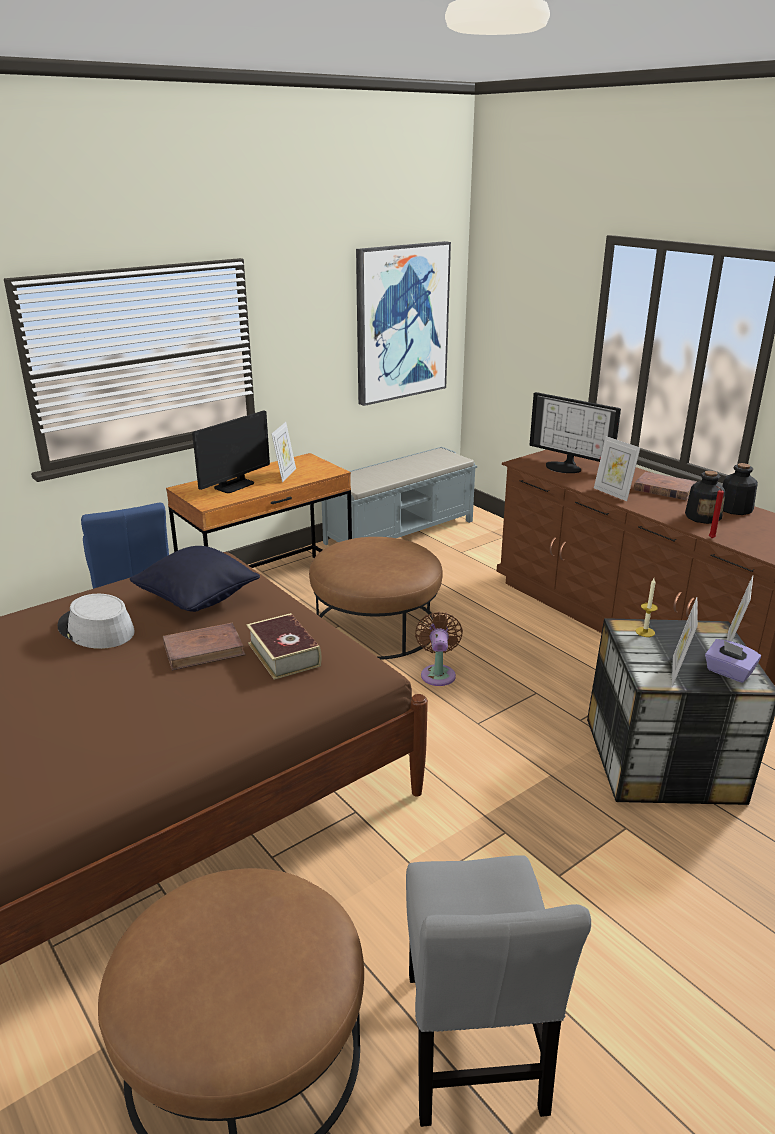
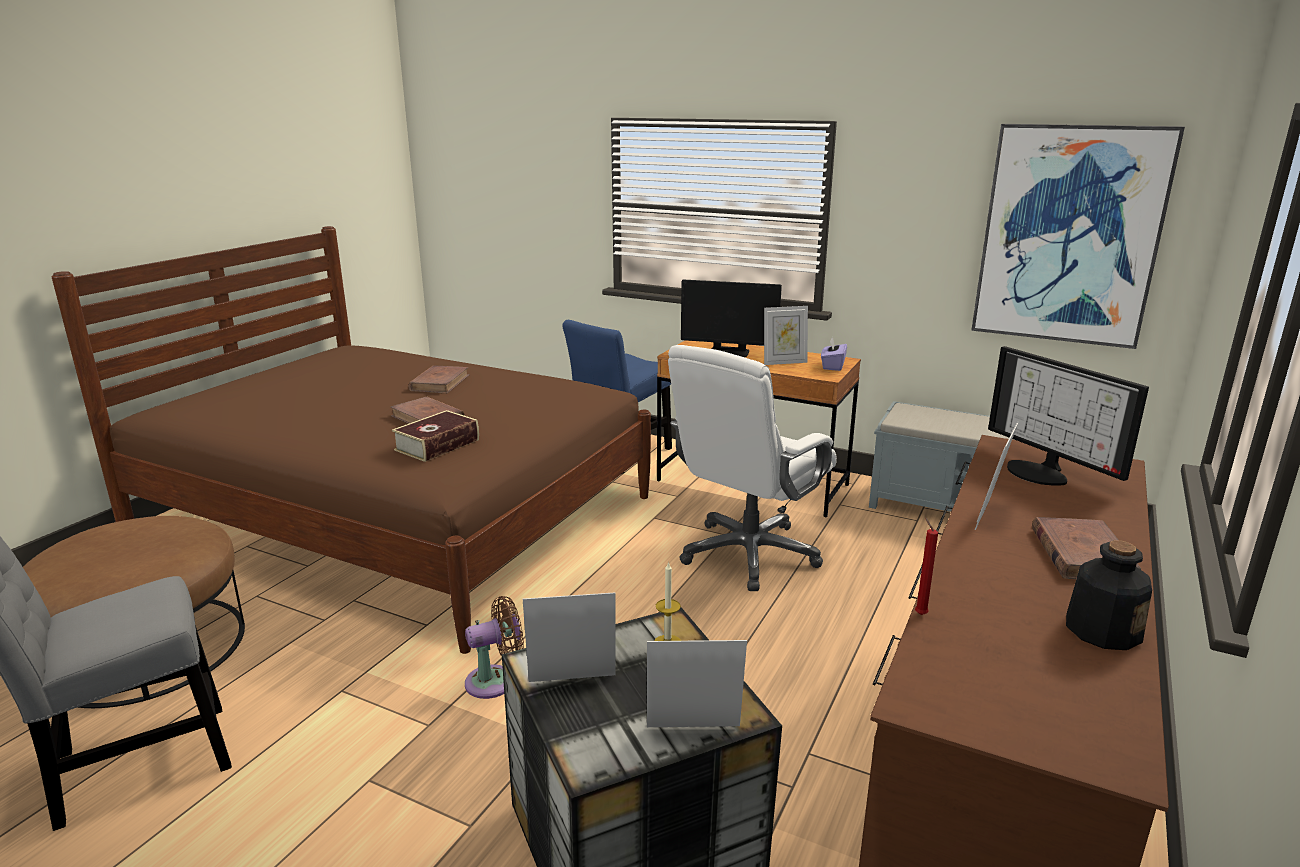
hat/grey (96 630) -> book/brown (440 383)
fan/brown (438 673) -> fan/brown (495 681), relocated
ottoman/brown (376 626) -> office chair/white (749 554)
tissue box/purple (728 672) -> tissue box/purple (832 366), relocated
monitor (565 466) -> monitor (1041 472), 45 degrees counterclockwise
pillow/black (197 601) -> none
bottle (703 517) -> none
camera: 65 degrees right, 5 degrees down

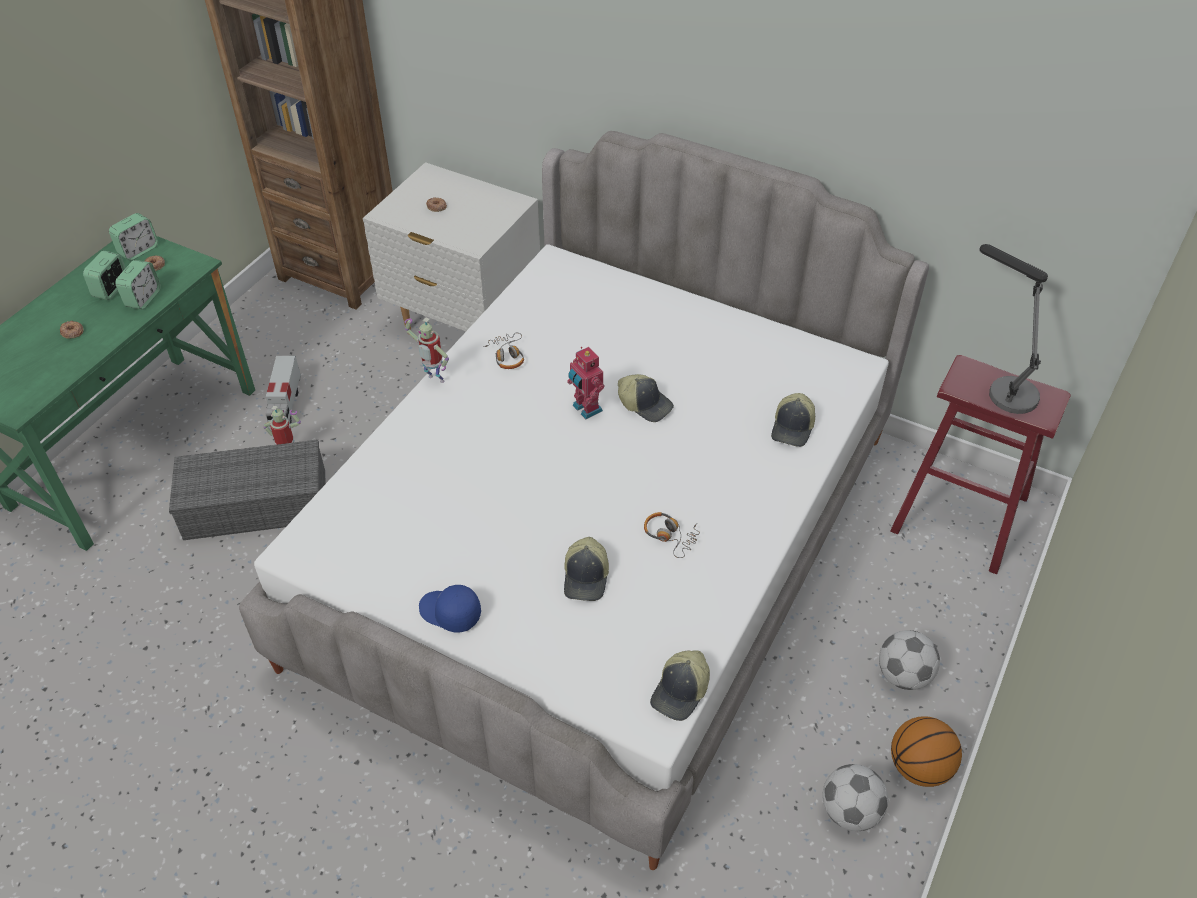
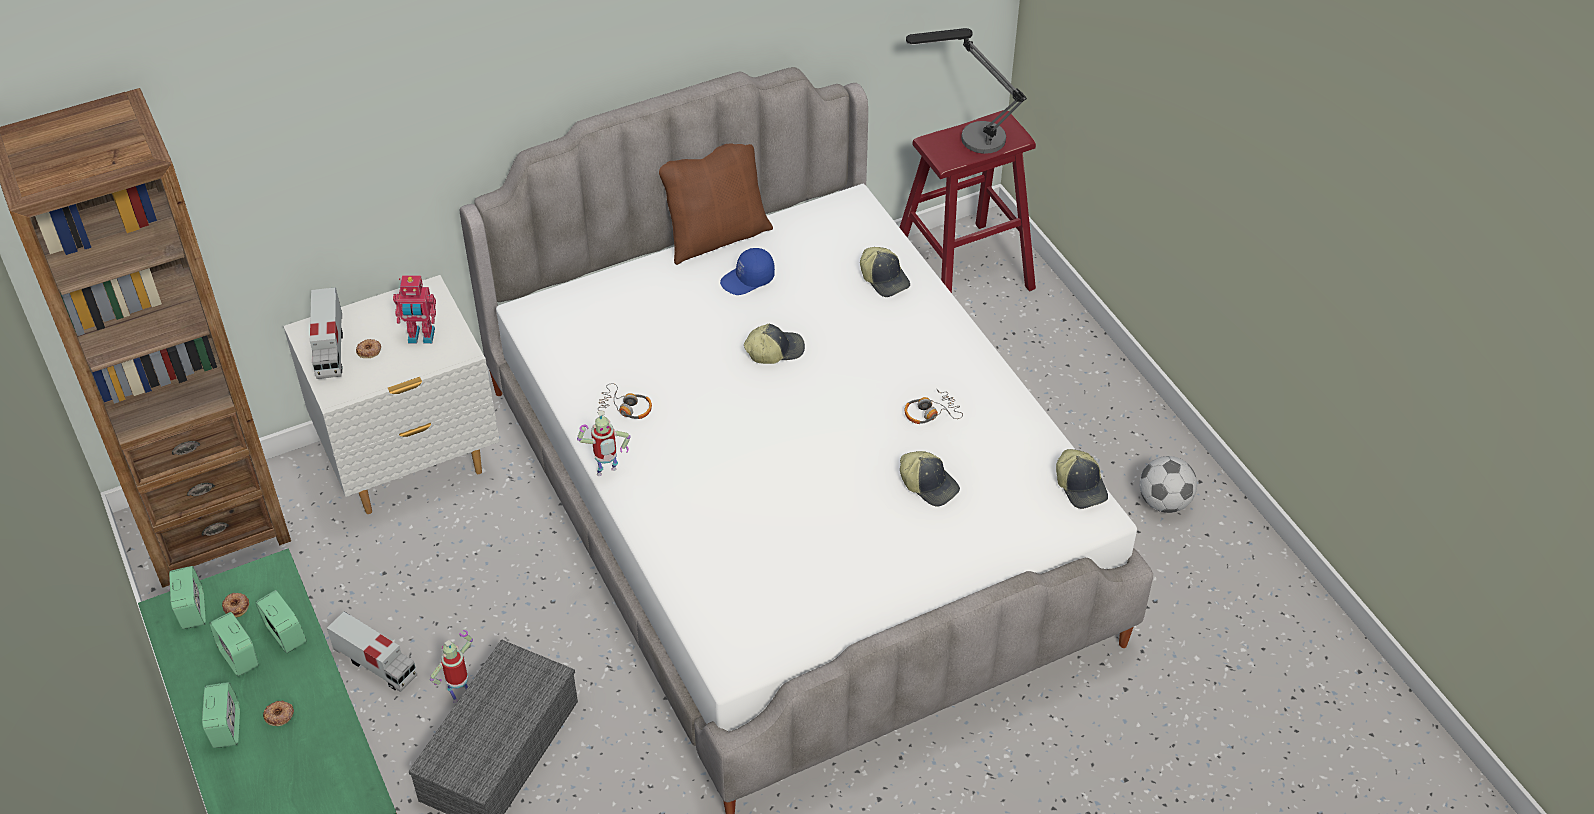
none -> alarm clock (226 728)
none -> toy truck (330 349)
toy robot (585 409) -> toy robot (421 337), relocated
none -> pillow/brown (716 236)
cap/blue (449 613) -> cap/blue (748 280), relocated
football (903 675) -> none
basketball (919 767) -> none
camera: 55 degrees left, 0 degrees up

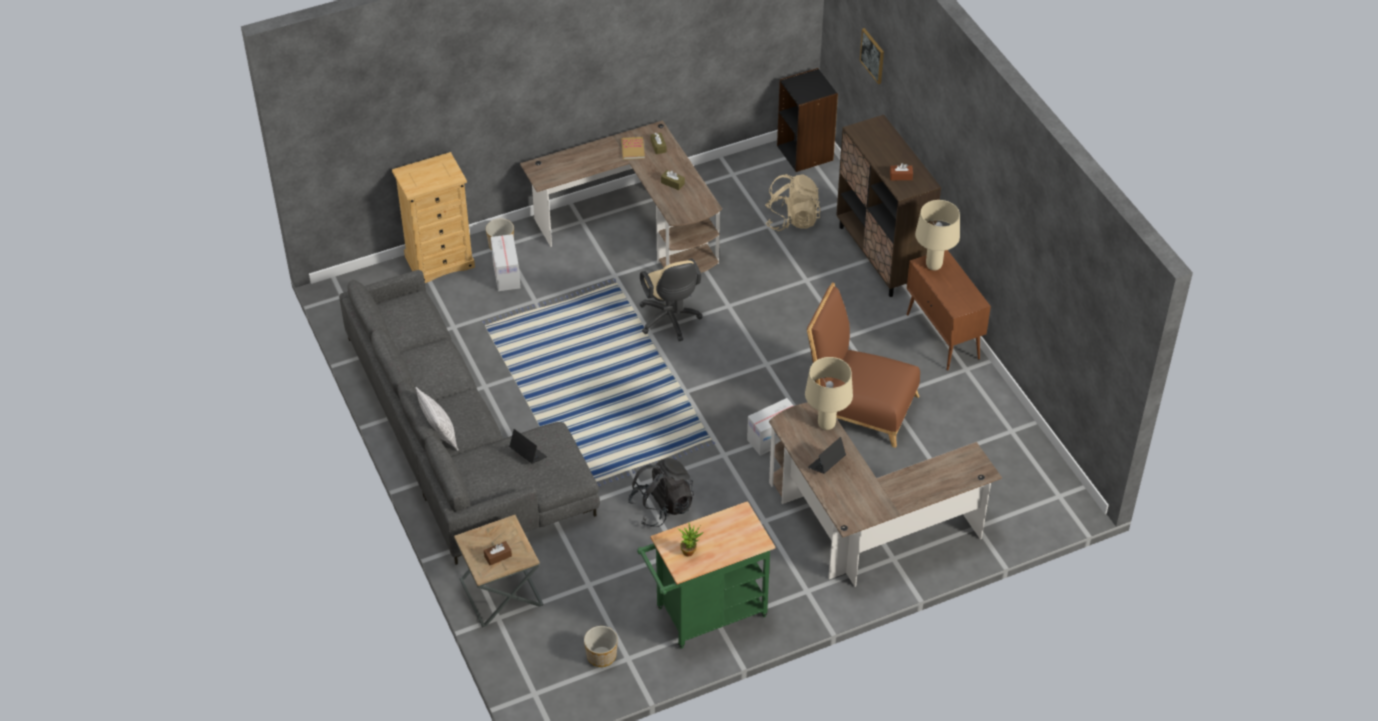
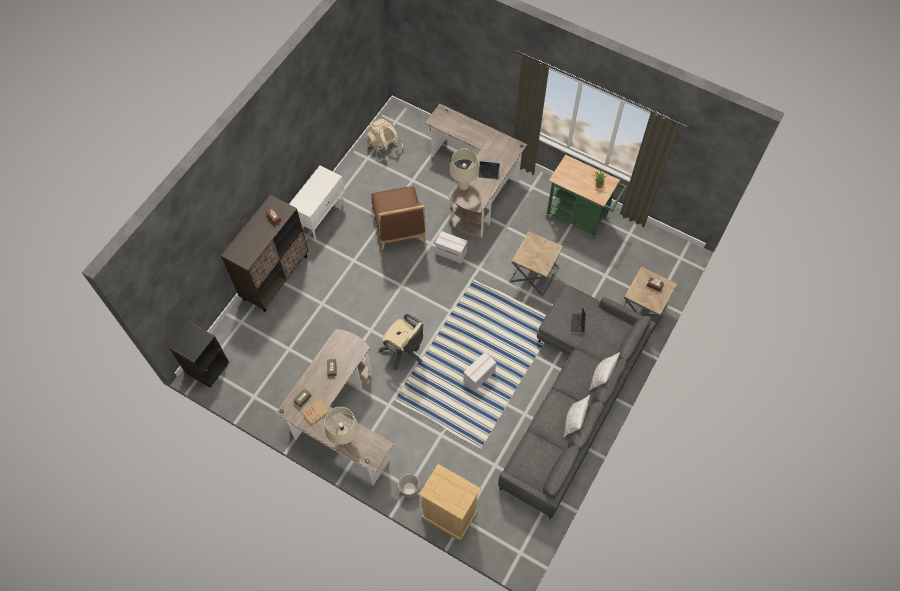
cabinet/brown (943 337) -> cabinet/white (321 217)
table lamp/beige (934 266) -> table lamp/beige (344 438), relocated
backpack/beige (792 219) -> backpack/beige (385 147), relocated
office chair/beige (670 321) -> office chair/beige (404 351), 90 degrees clockwise
cardboard box (506 274) -> cardboard box (479 376), relocated
backpack/black (662 507) -> side table/brown (534 274)
none -> pillow (573 422)
planter (601 655) -> none
picture (872 55) -> none
camera: 125 degrees left, 15 degrees up

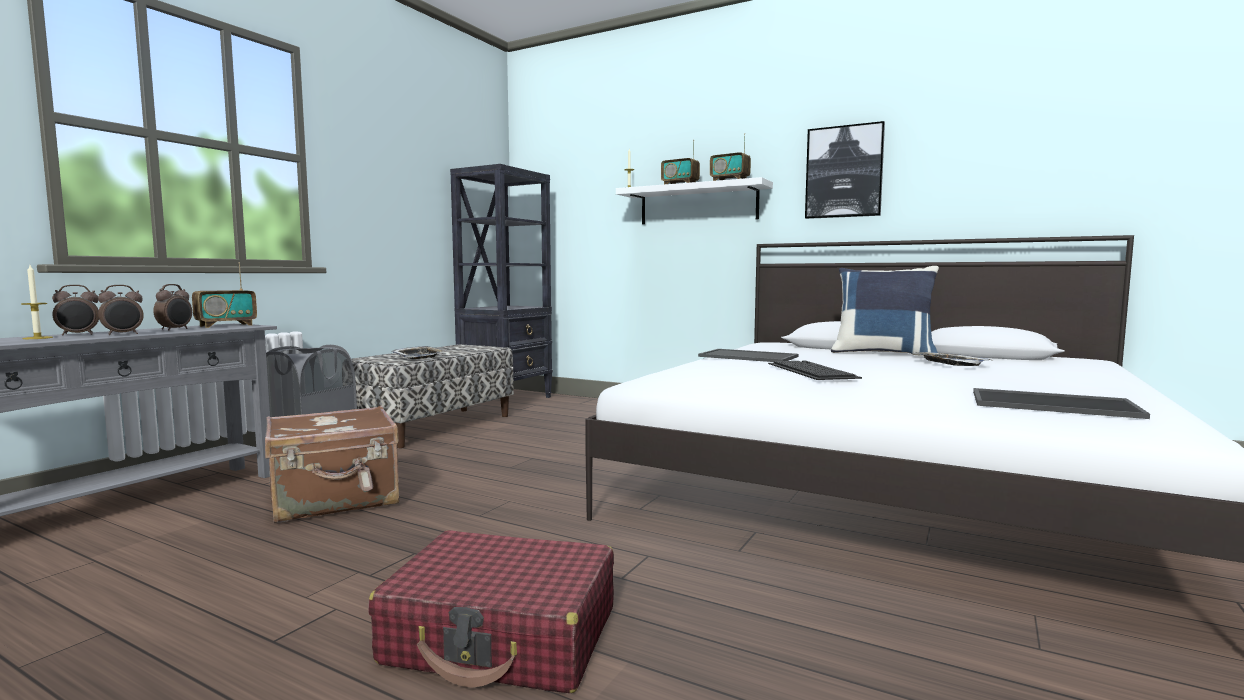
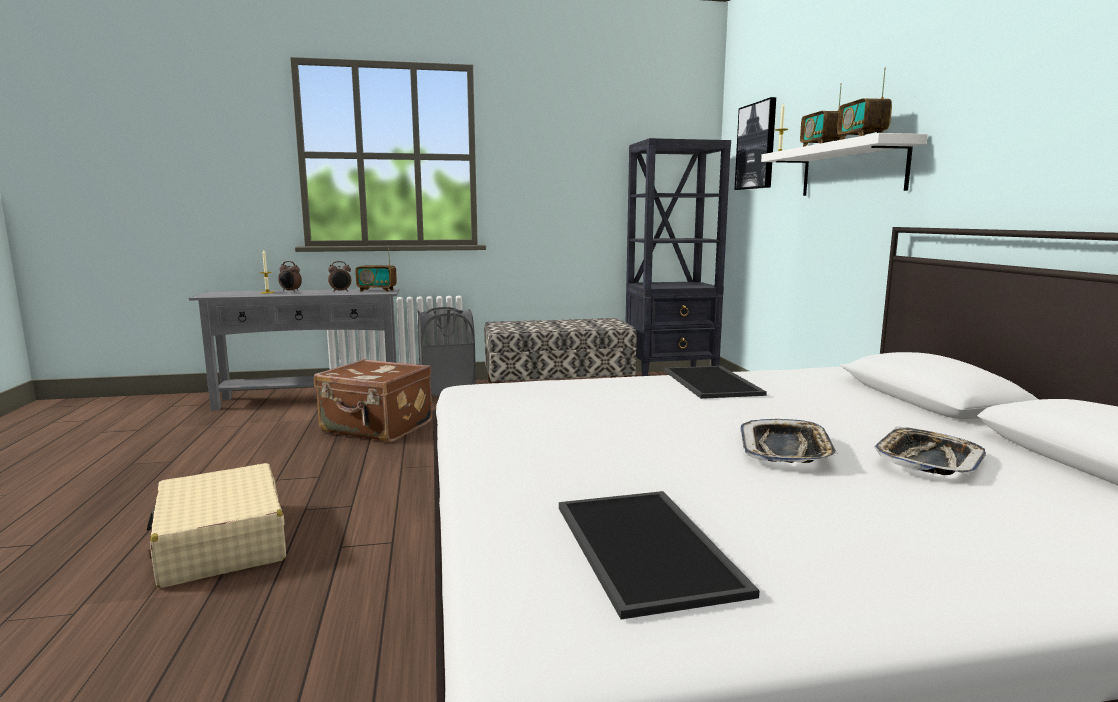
suitcase/red (503 636) -> suitcase/beige (221 543)
picture (844 172) -> picture (756 146), relocated
tray (419 357) -> tray (786 450), relocated
alarm clock (123 334) -> none
keyboard (810 370) -> none
pillow/blue (883 353) -> none
camera: 50 degrees right, 5 degrees up

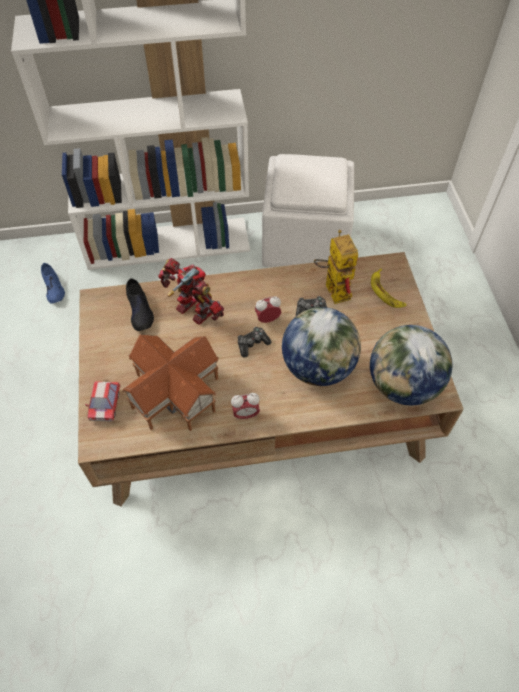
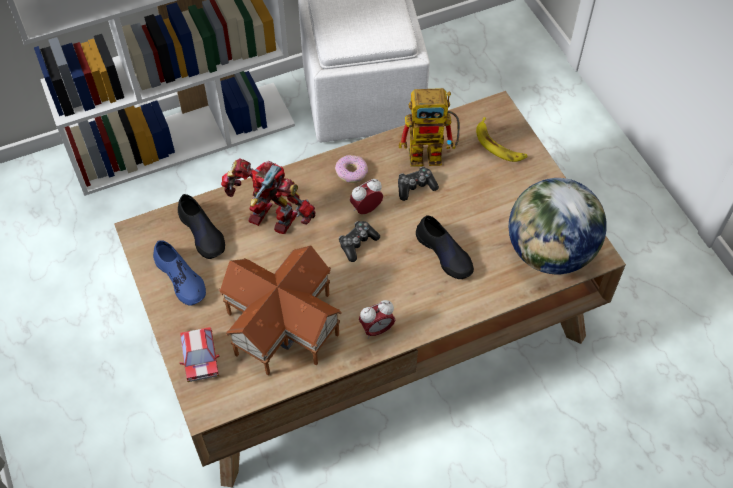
shoe/blue (53 288) -> shoe/blue (181 278), relocated
none -> donut (351 172)
toy robot (332 288) -> toy robot (433 153), 120 degrees clockwise
globe (318 367) -> shoe/black (445 253)
camera: 15 degrees left, 0 degrees up

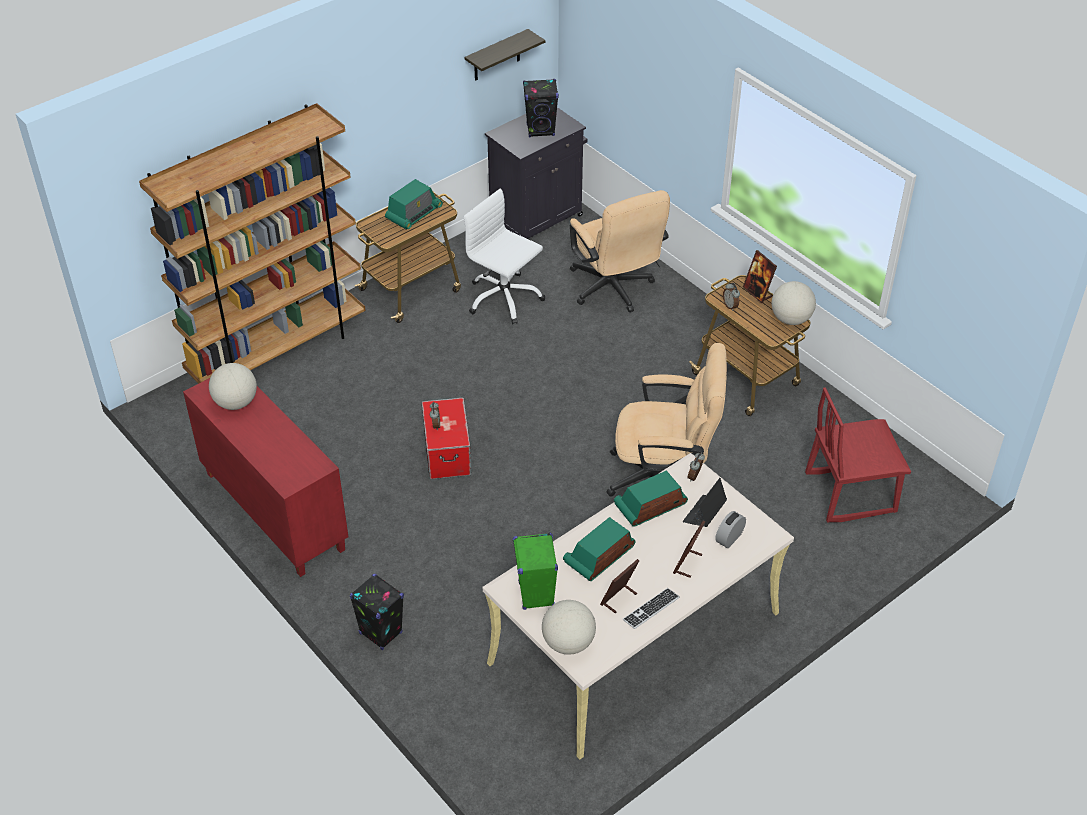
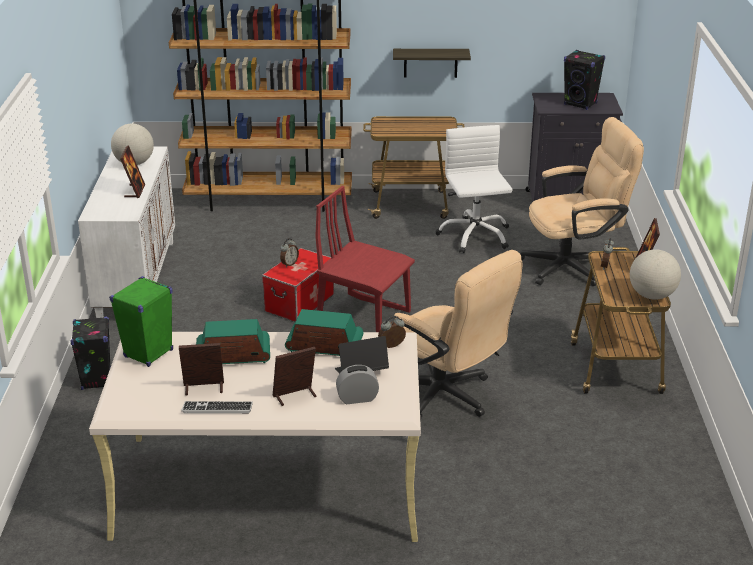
cabinet/red (273 511) -> cabinet/white (136 279)
none -> picture frame (134 191)
chair/red (850 492) -> chair/red (364 318), relocated
shelf (496 56) -> shelf (430 62), relocated
office chair/beige (614 290) -> office chair/beige (574 266), 120 degrees counterclockwise
radio (414 214) -> none
globe (568 643) -> none
camera: 40 degrees right, 15 degrees down

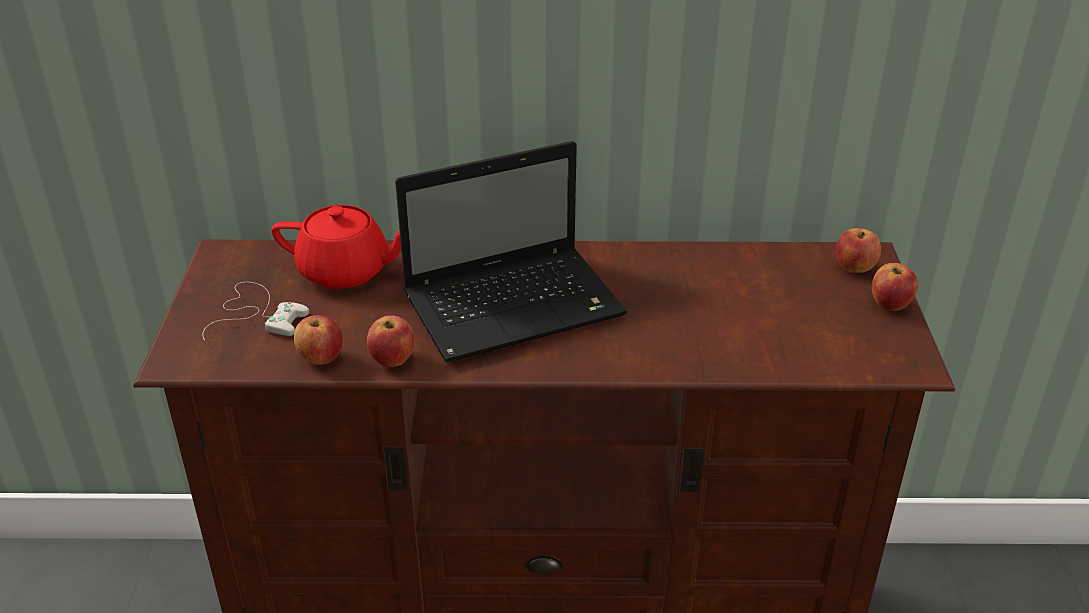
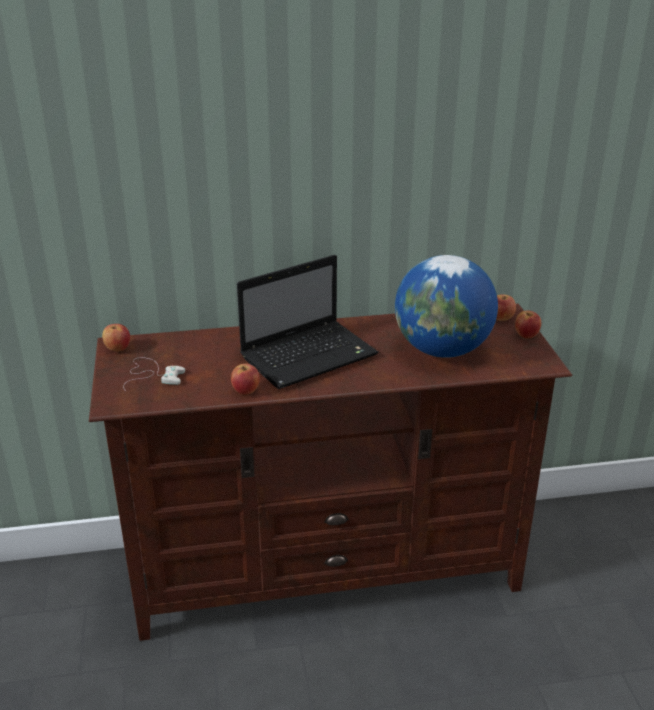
apple (321 358) -> apple (118 349), relocated
none -> globe (442 350)
teapot/red (346 271) -> none
camera: 10 degrees left, 5 degrees down

